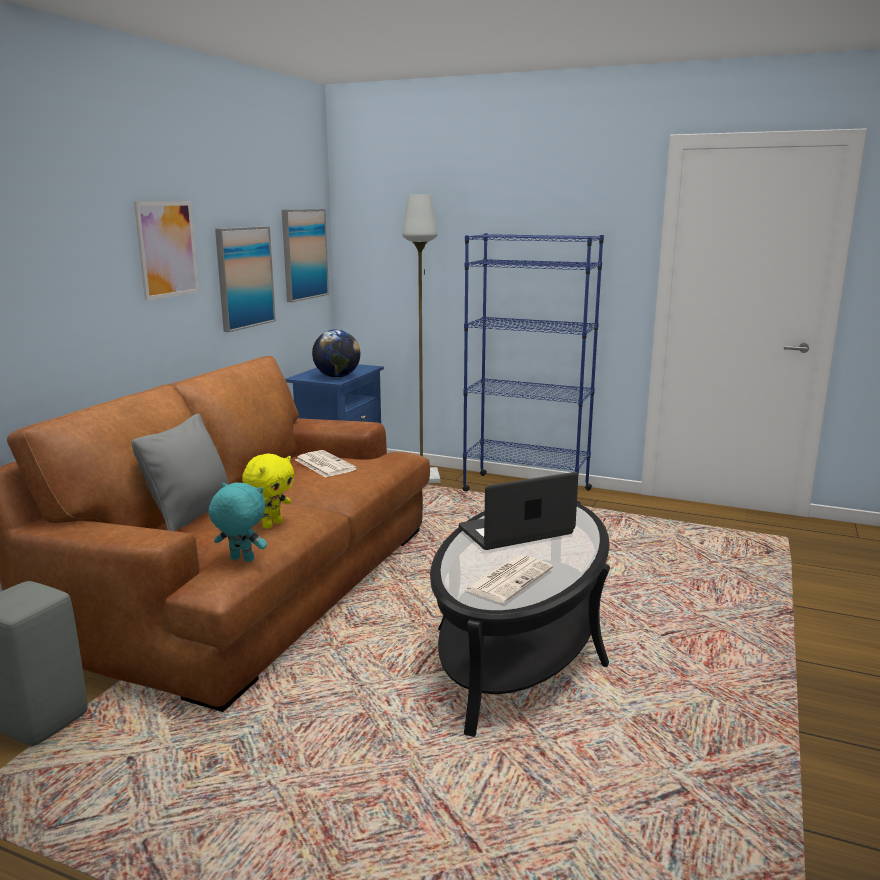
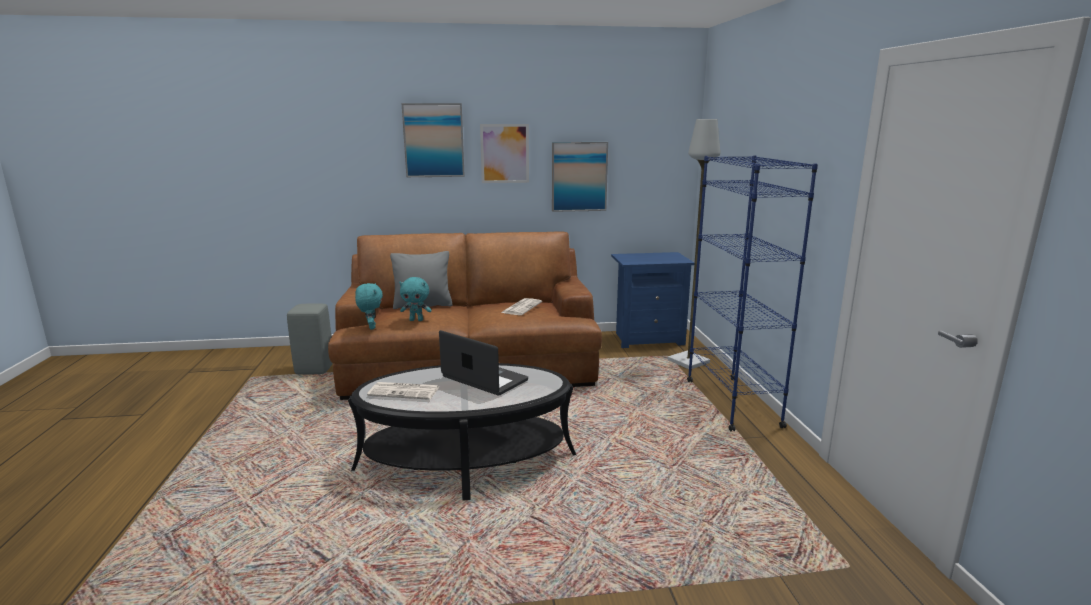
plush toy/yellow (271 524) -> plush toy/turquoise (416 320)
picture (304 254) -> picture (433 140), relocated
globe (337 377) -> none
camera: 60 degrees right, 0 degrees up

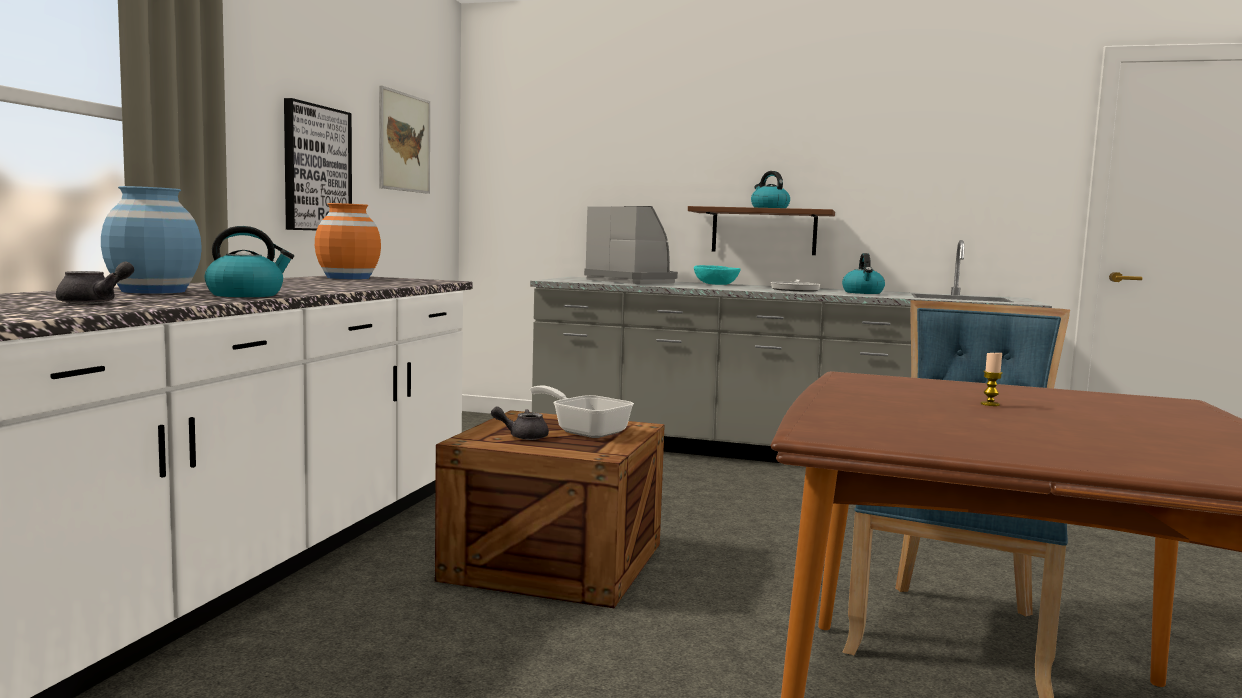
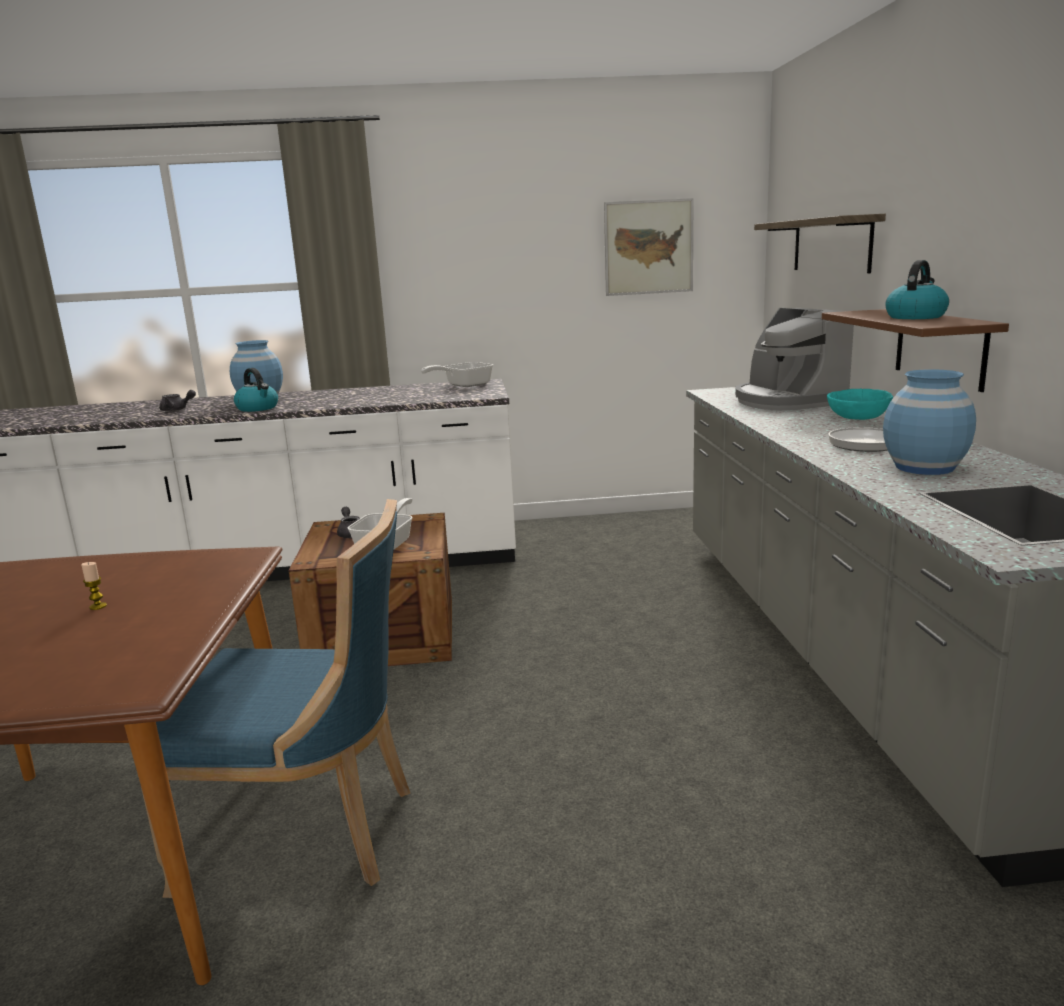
vase/orange (348 278) -> frying pan (463 385)
coffee machine (633 281) -> coffee machine (787 401), 135 degrees clockwise
none -> shelf (831 245)
kettle (863 293) -> vase/blue (924 467)
picture (316 168) -> none
camera: 70 degrees right, 10 degrees up

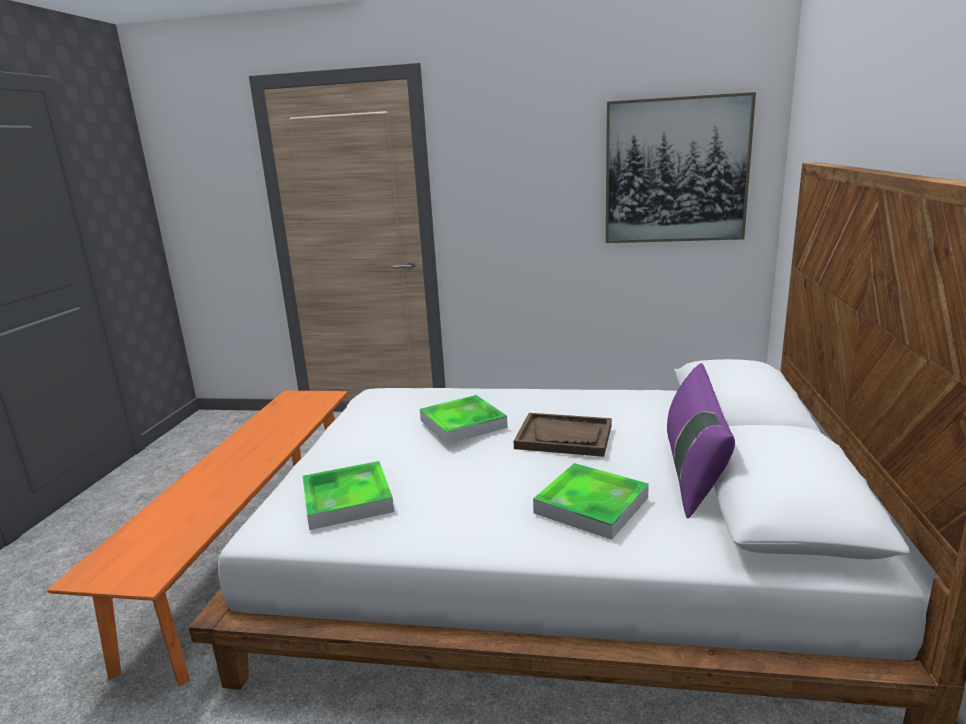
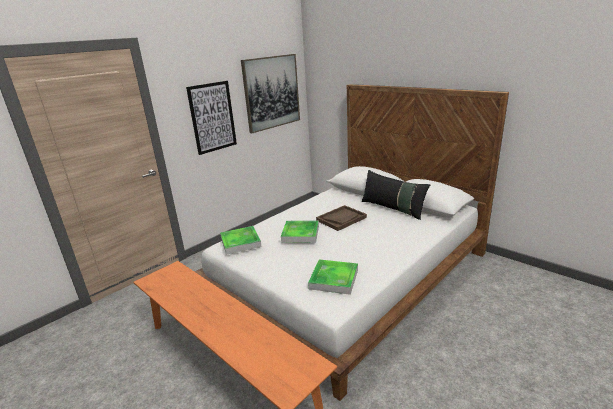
none -> picture (212 117)
tray (591 505) -> tray (240 242), relocated
pillow/purple (693 472) -> pillow/black (393 208)
camera: 55 degrees left, 5 degrees up

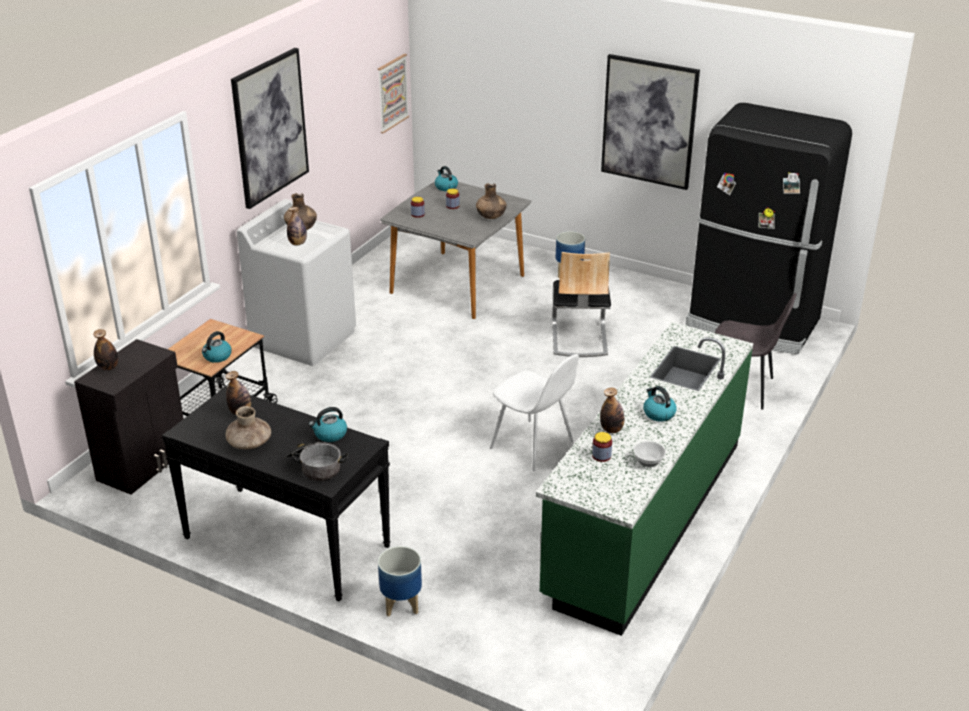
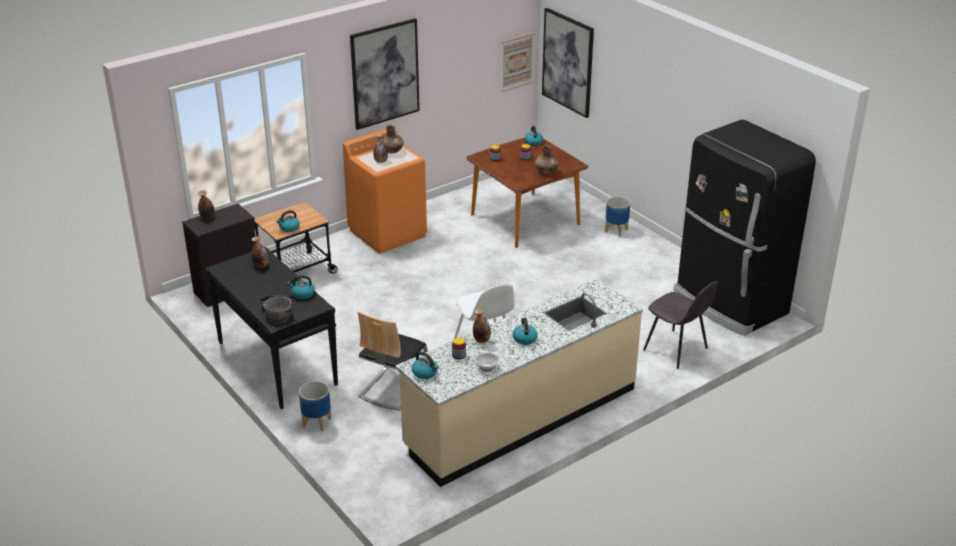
washing machine/white (304 338) -> washing machine/orange (388 233)
chair (579 338) -> chair (392 388), relocated
counter/green (644 518) -> counter/beige (521 417)
none -> kettle (425 373)
dining table/grey (458 284) -> dining table/brown (525 219)
picture (649 121) -> picture (568 62), relocated
vase/brown (249 443) -> none
camera: 25 degrees right, 0 degrees up

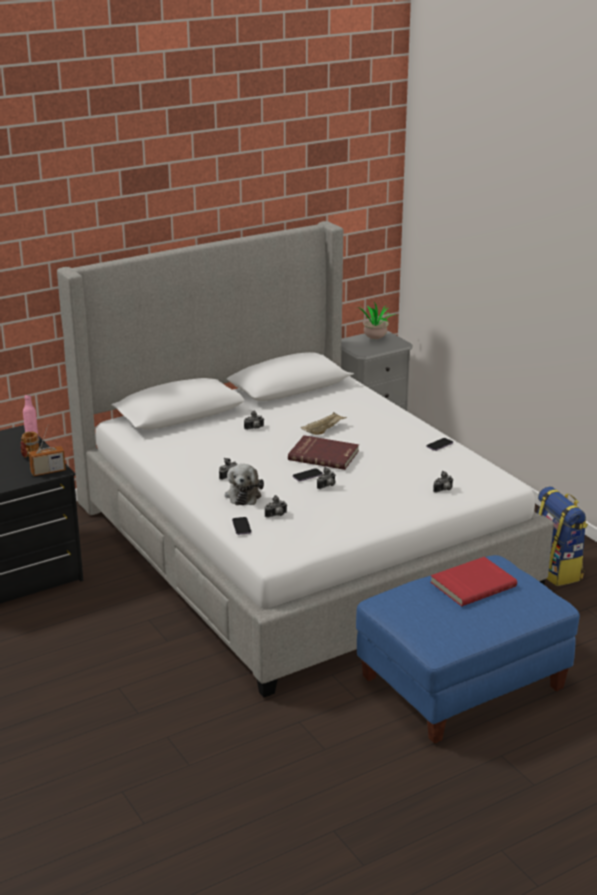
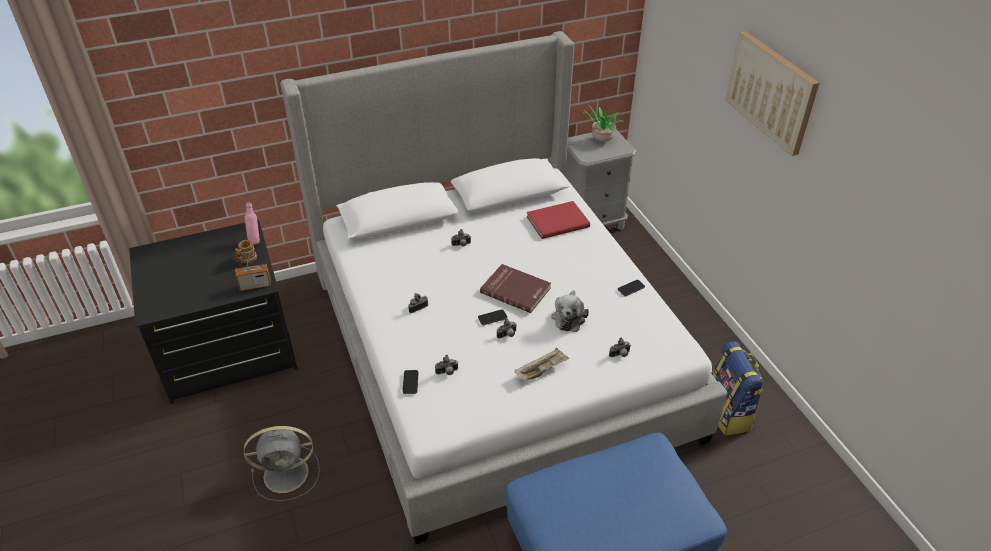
none -> fan/grey (288 473)
tray/beige (323 430) -> tray/beige (541 371), relocated
book/red (472 583) -> book/red (557 221), relocated
plush toy (243 495) -> plush toy (568 317), relocated
none -> picture (771 91)
camera: 10 degrees right, 15 degrees up

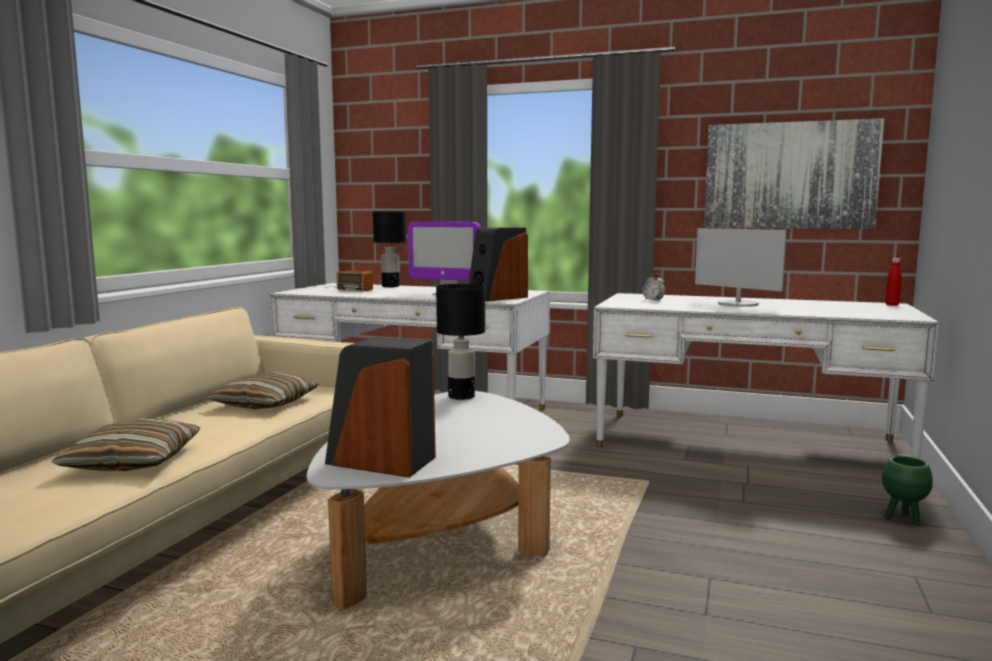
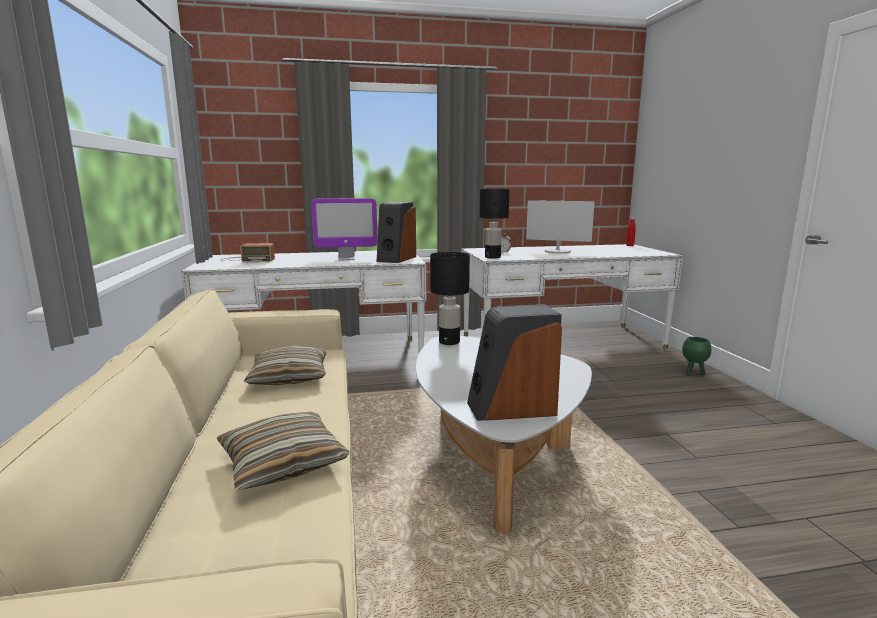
table lamp/black (390 286) -> table lamp/black (492 257), relocated
picture (789 176) -> none
camera: 30 degrees left, 5 degrees up

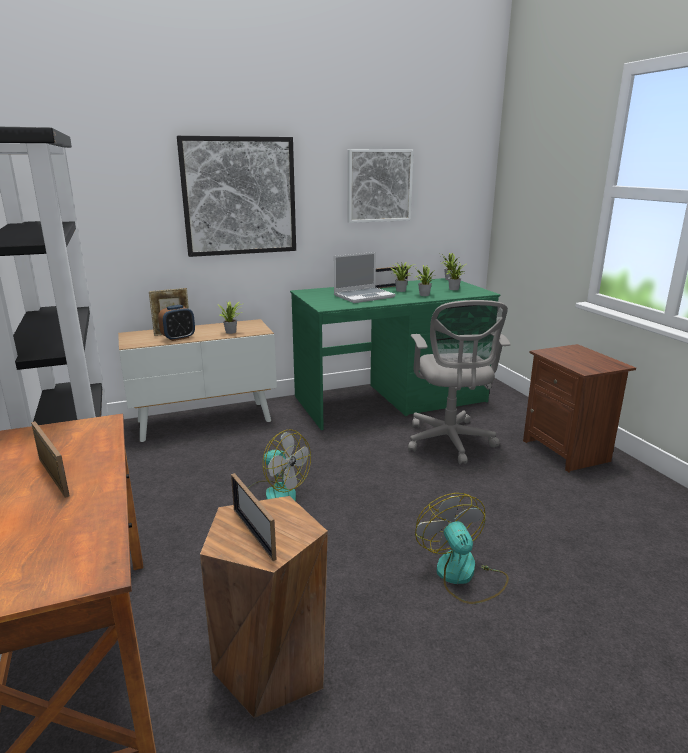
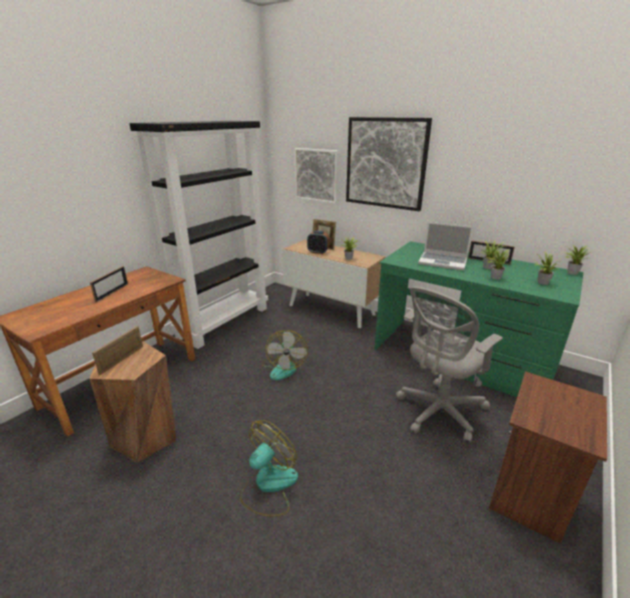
picture (379 186) -> picture (316 175), relocated
camera: 55 degrees right, 5 degrees up

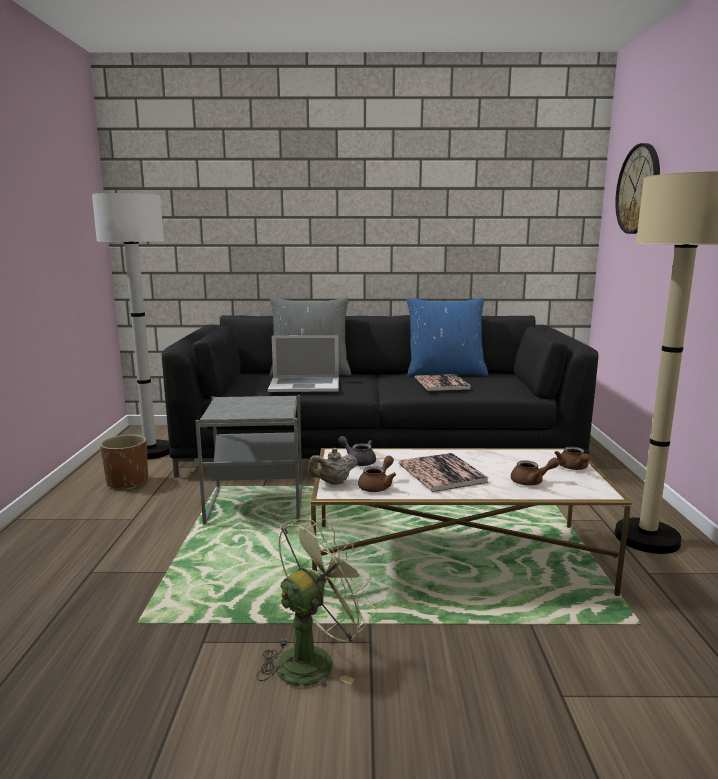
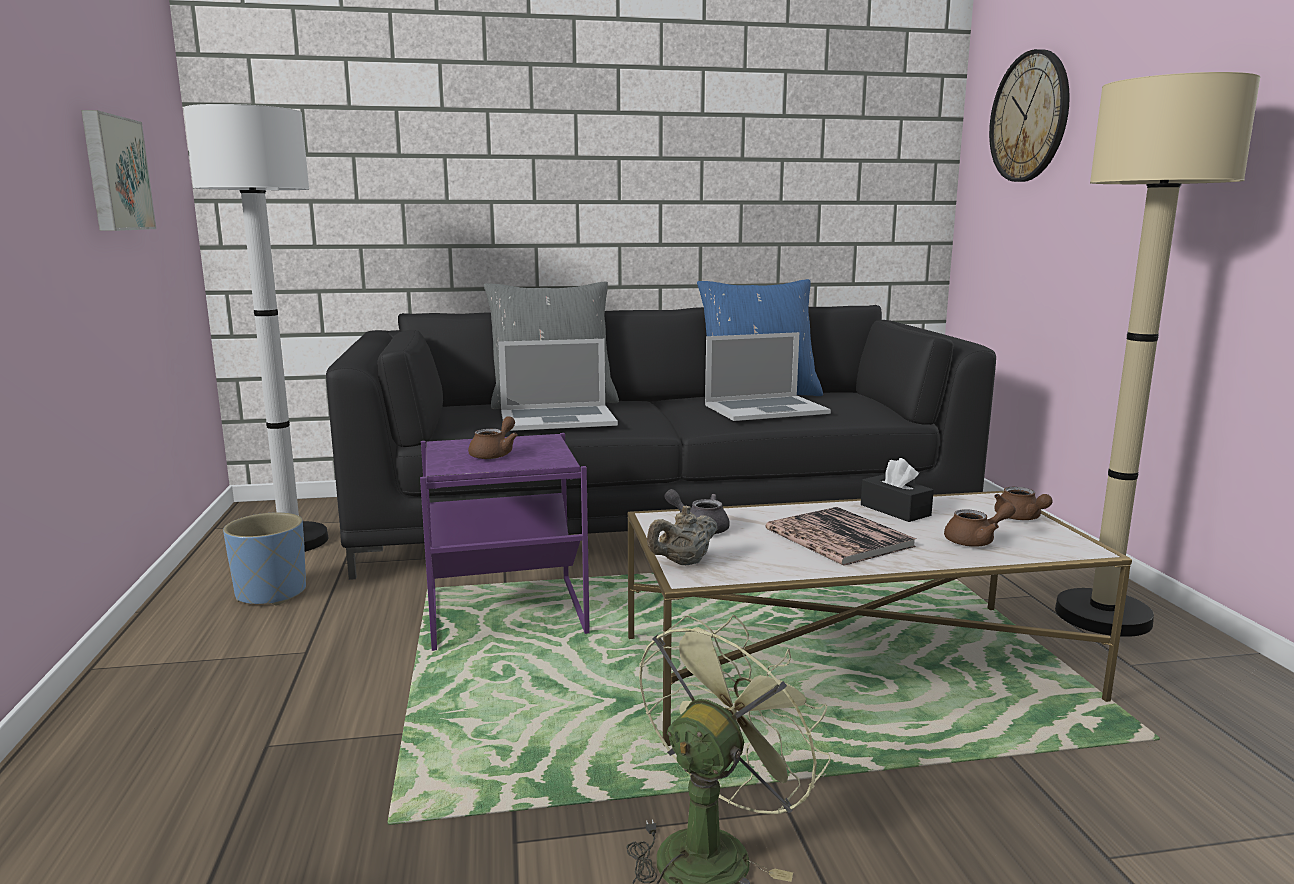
none -> picture (114 173)
planter/brown (128 482) -> planter/blue (272 593)
side table/grey (255 504) -> side table/purple (504 612)
teapot/brown (377 486) -> teapot/brown (495 454), relocated
book (441 384) -> laptop (765 409)
none -> tissue box/black (895 510)
camera: 10 degrees left, 0 degrees up

